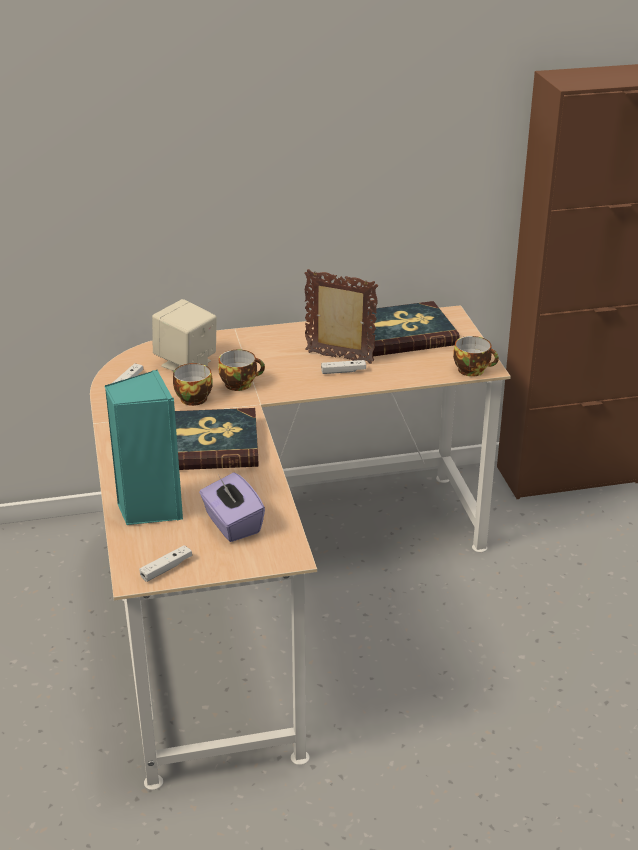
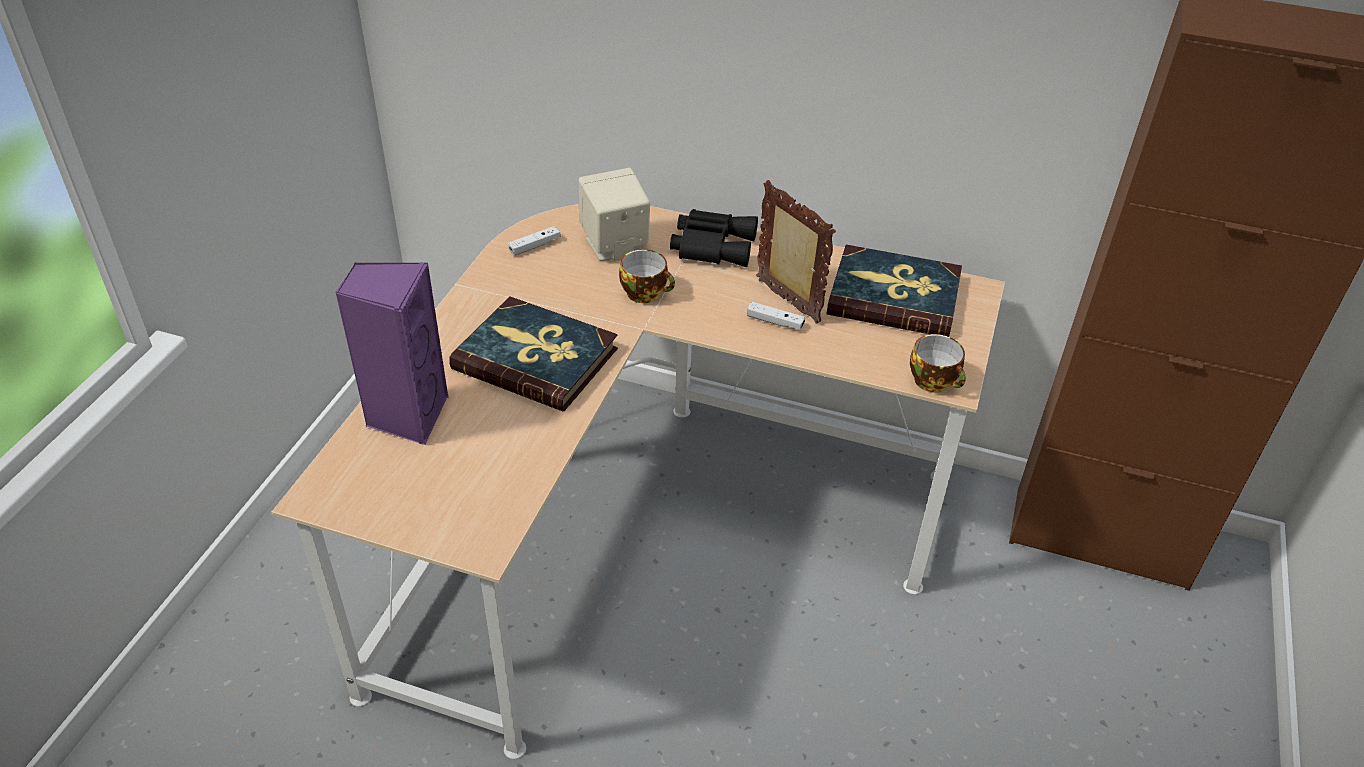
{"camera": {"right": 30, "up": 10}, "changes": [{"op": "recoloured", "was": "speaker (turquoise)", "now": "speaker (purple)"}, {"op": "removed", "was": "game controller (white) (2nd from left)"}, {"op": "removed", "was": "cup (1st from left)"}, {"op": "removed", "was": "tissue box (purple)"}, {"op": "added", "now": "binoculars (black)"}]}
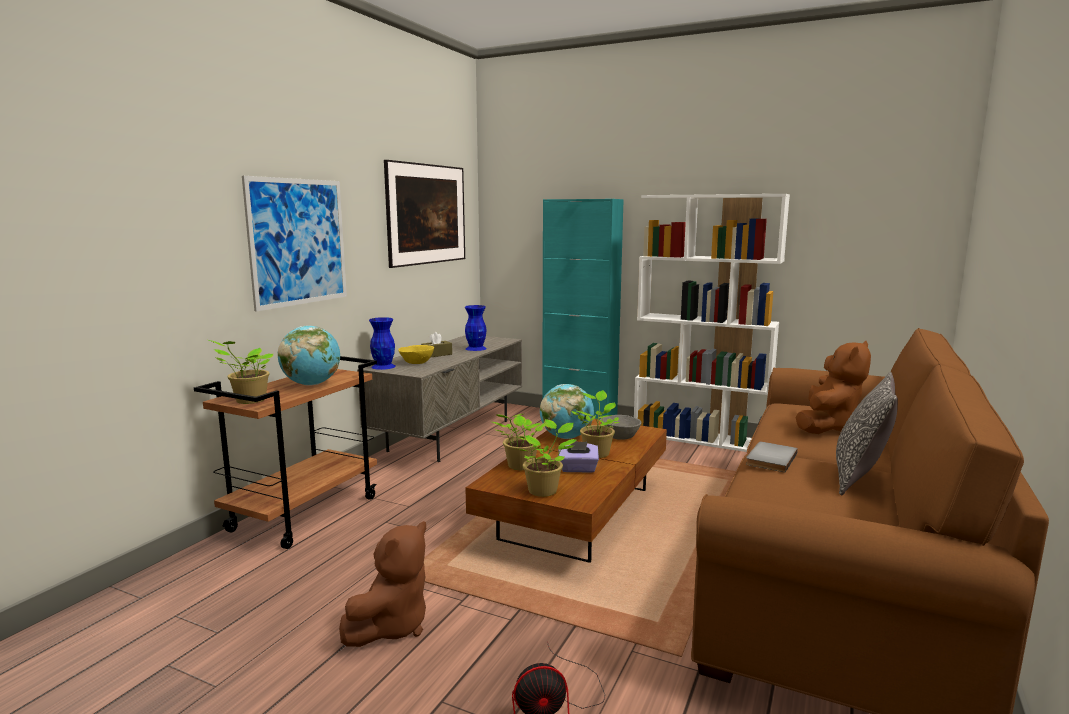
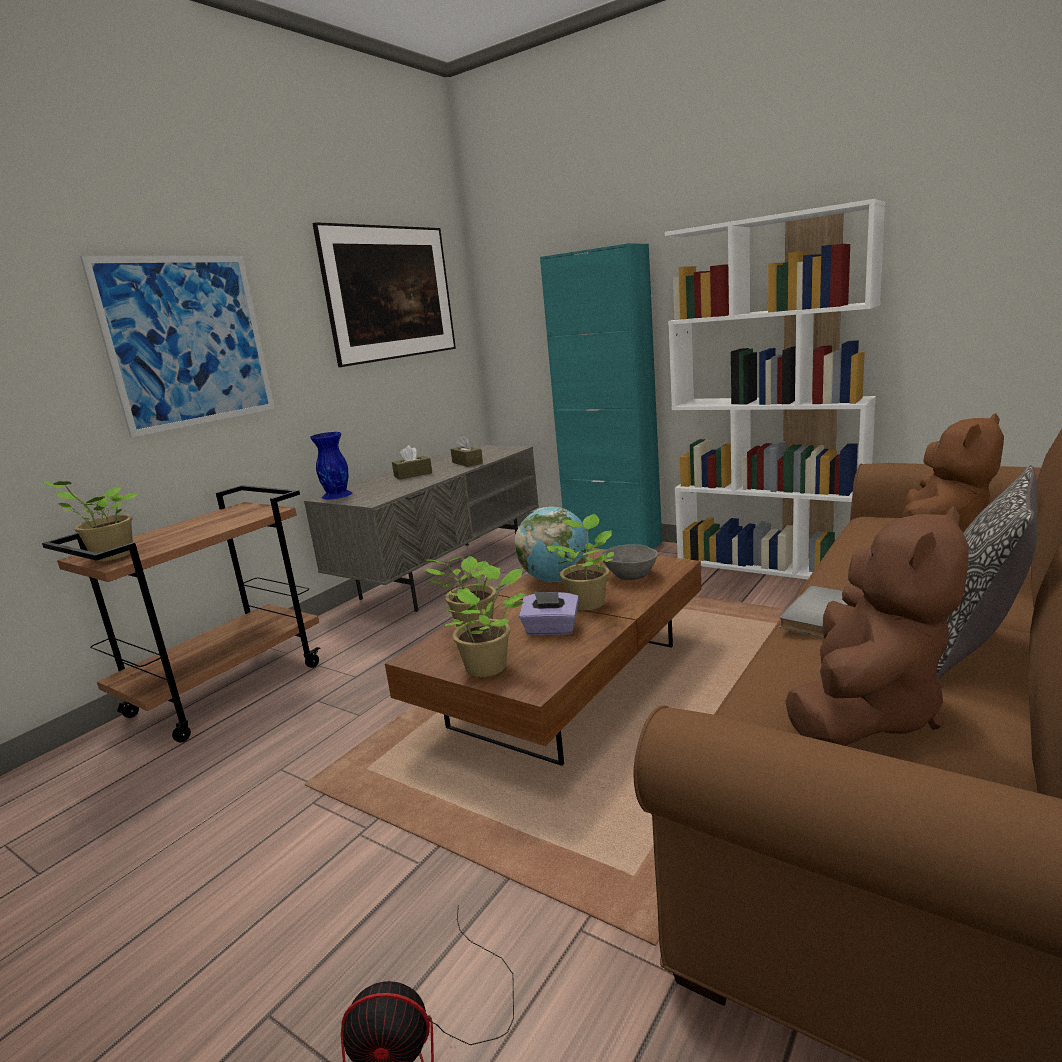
{"camera": {"right": 10, "up": 5}, "changes": [{"op": "removed", "was": "globe (1st from left)"}, {"op": "moved", "was": "plush toy (brown) (1st from left)"}, {"op": "removed", "was": "bowl (yellow)"}, {"op": "replaced", "was": "vase (blue) (2nd from left)", "now": "tissue box (brown) (2nd from left)"}]}
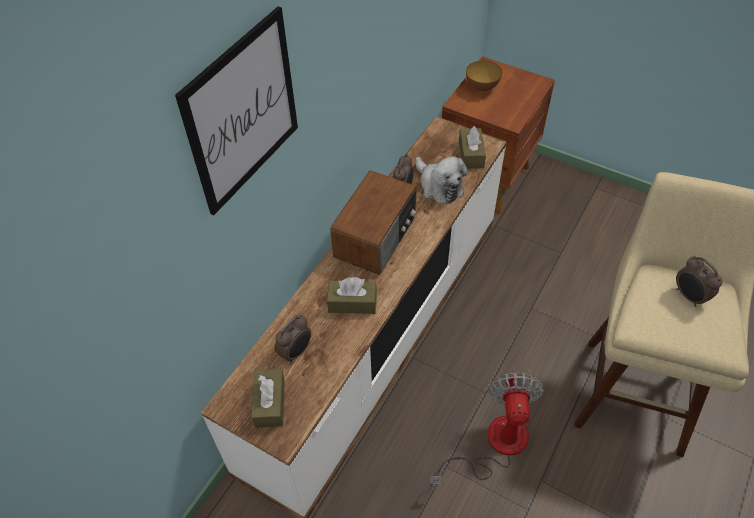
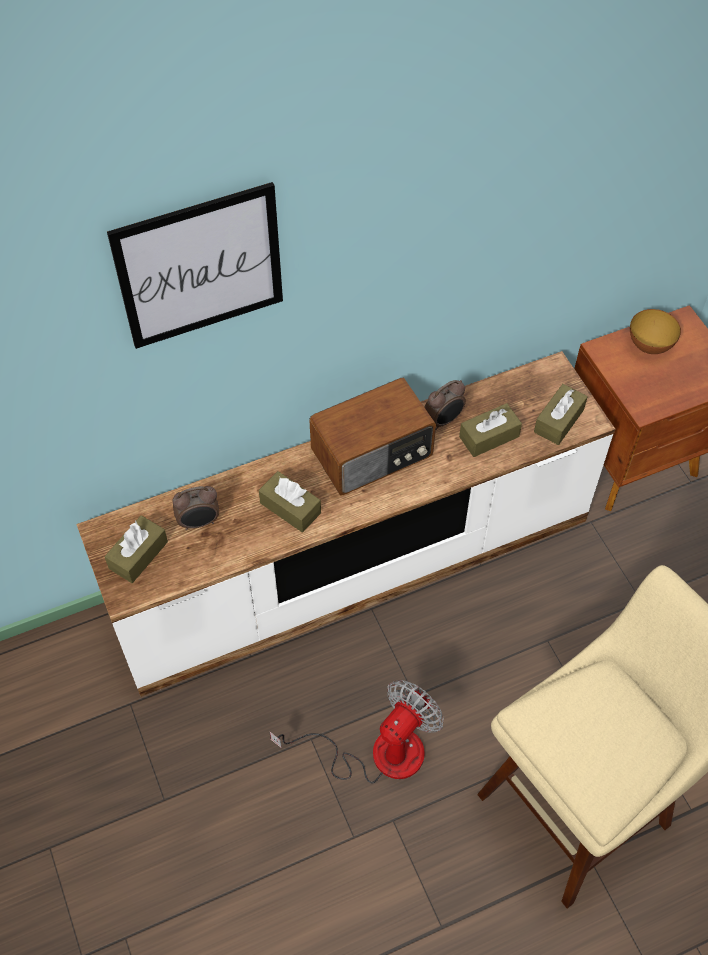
{"camera": {"right": 35, "up": 5}, "changes": [{"op": "replaced", "was": "plush toy", "now": "tissue box (brown) (3rd from left)"}, {"op": "removed", "was": "alarm clock (3rd from left)"}]}
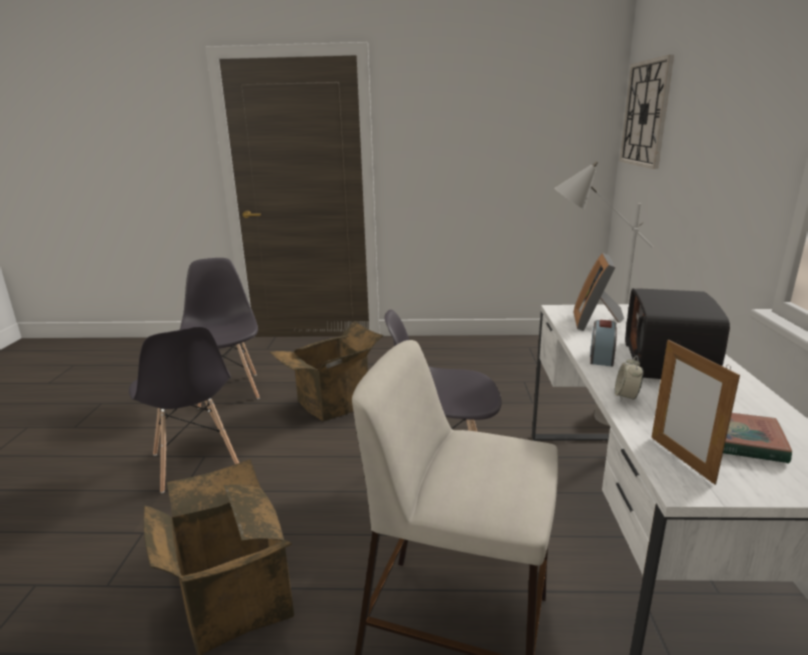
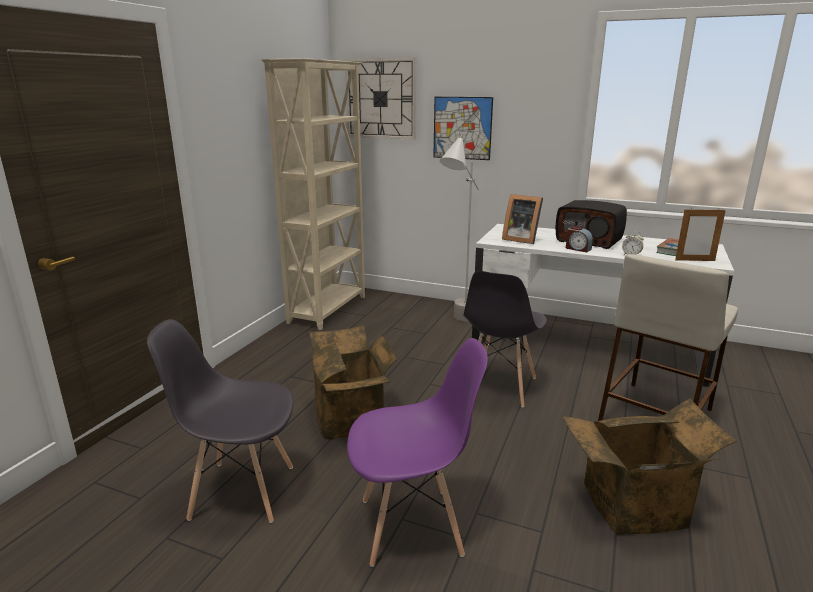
{"camera": {"right": -70, "up": 0}, "changes": [{"op": "recoloured", "was": "chair (grey) (1st from left)", "now": "chair (purple)"}, {"op": "added", "now": "bookcase (beige)"}, {"op": "added", "now": "picture"}]}
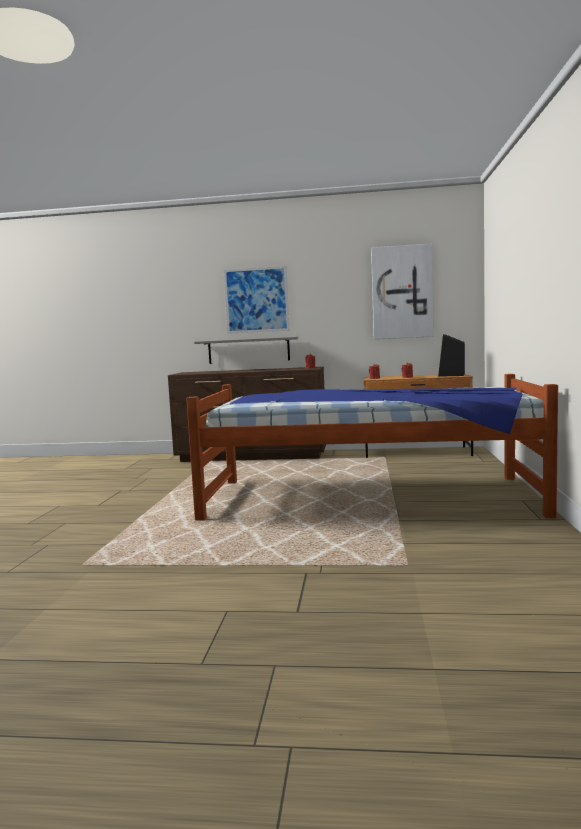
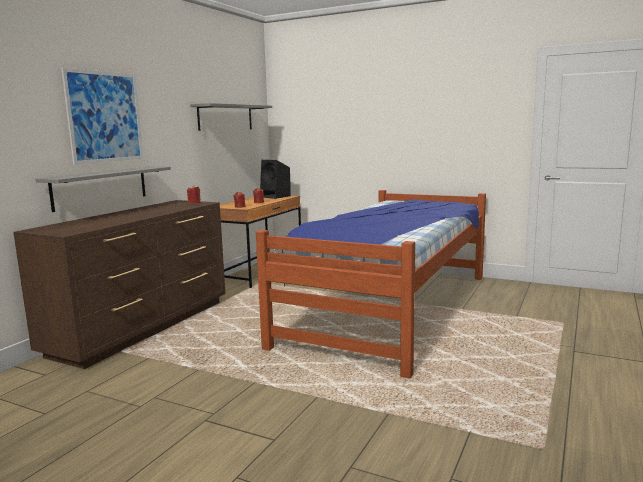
{"camera": {"right": -70, "up": 5}, "changes": [{"op": "replaced", "was": "picture (2nd from left)", "now": "shelf (grey) (2nd from left)"}]}
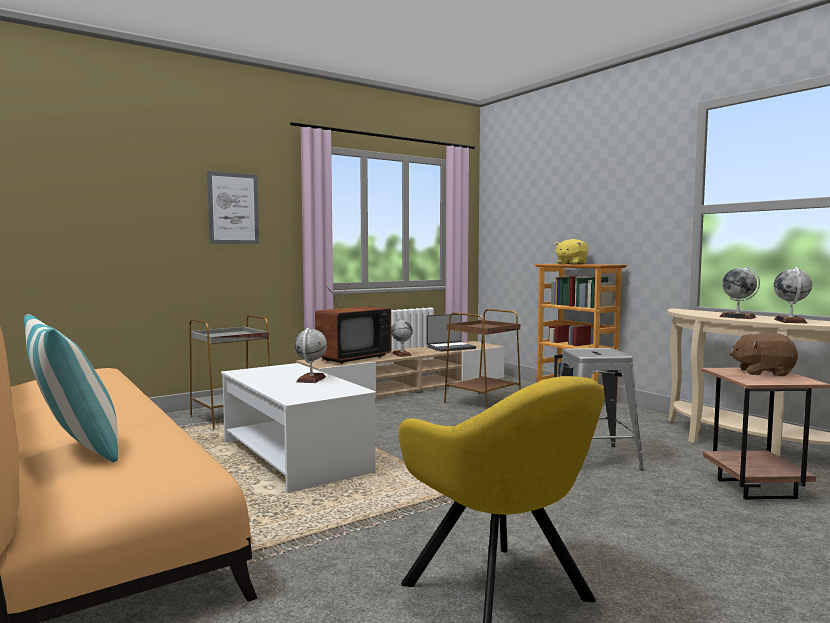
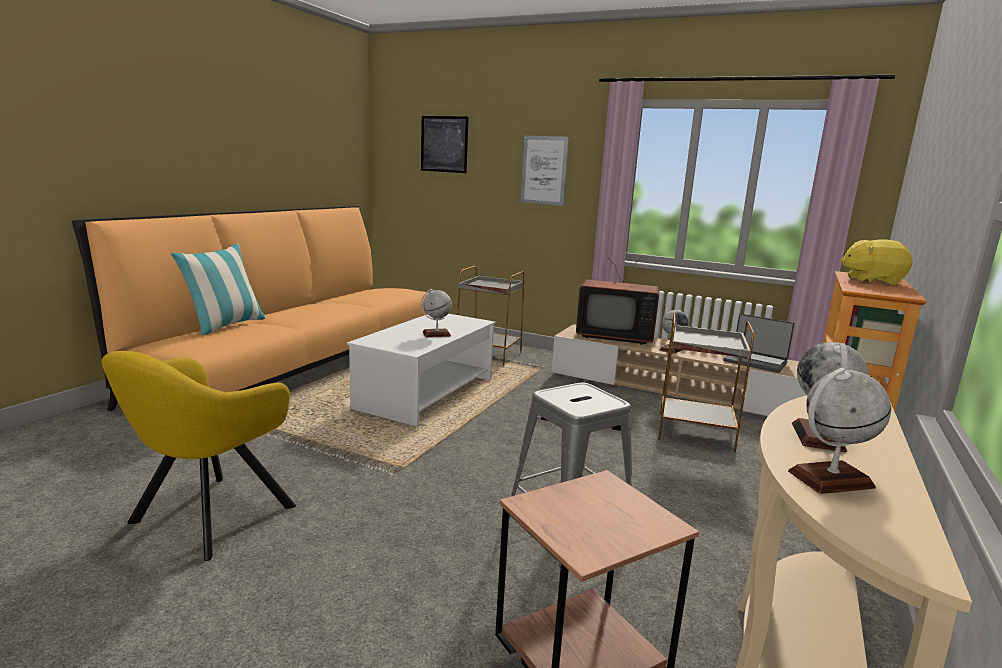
{"camera": {"right": 60, "up": 10}, "changes": [{"op": "recoloured", "was": "side table (brown) (1st from left)", "now": "side table (grey) (2nd from left)"}, {"op": "removed", "was": "plush toy (brown)"}, {"op": "added", "now": "picture (1st from left)"}]}
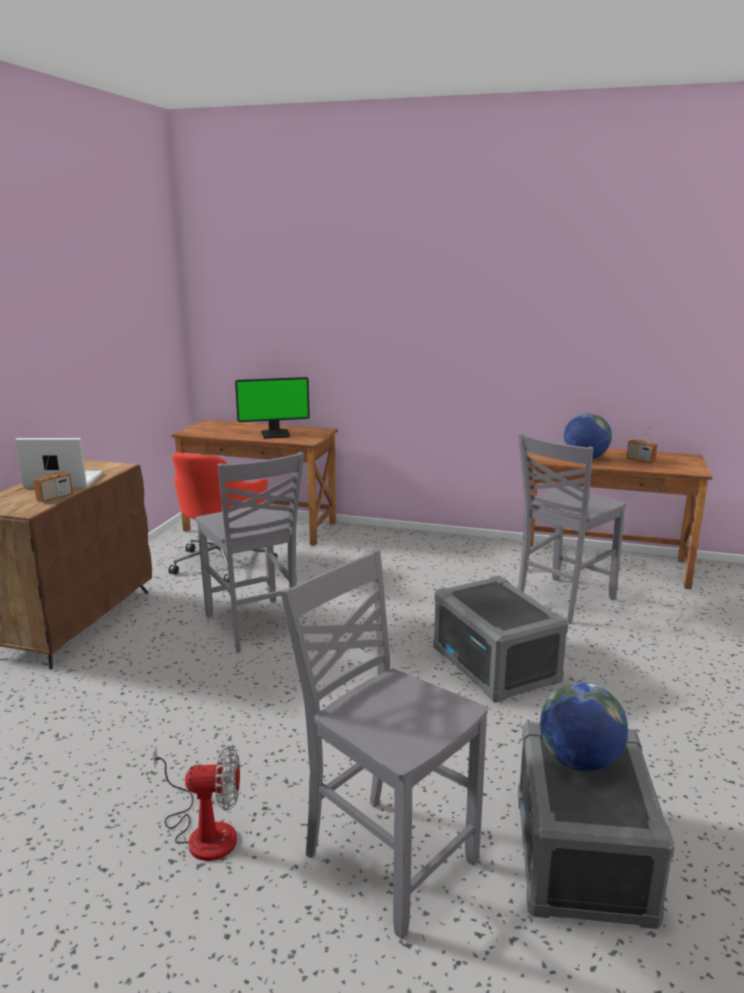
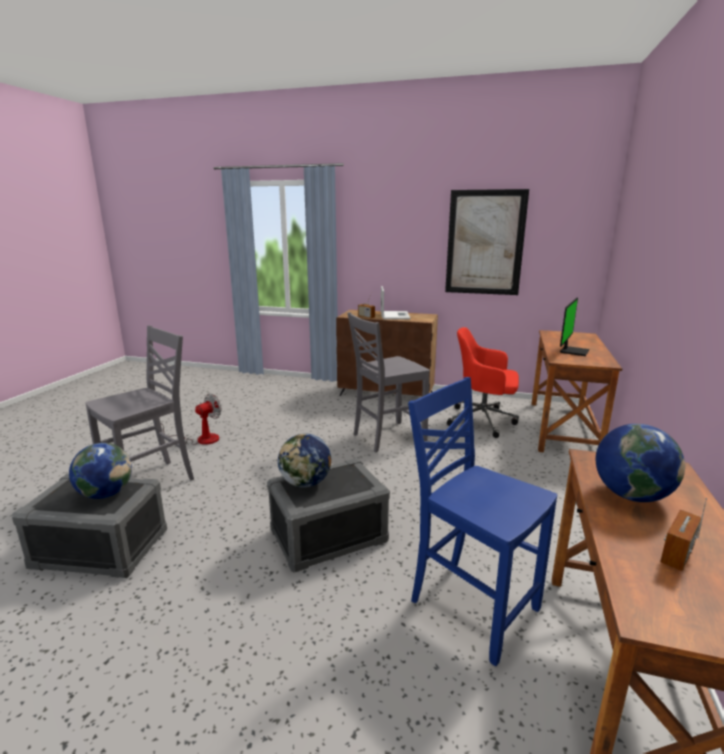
{"camera": {"right": 90, "up": 0}, "changes": [{"op": "turned", "was": "fan", "clockwise": -135}, {"op": "turned", "was": "monitor", "clockwise": -135}, {"op": "recoloured", "was": "chair (grey) (3rd from left)", "now": "chair (blue)"}, {"op": "added", "now": "globe (2nd from left)"}, {"op": "added", "now": "picture"}]}
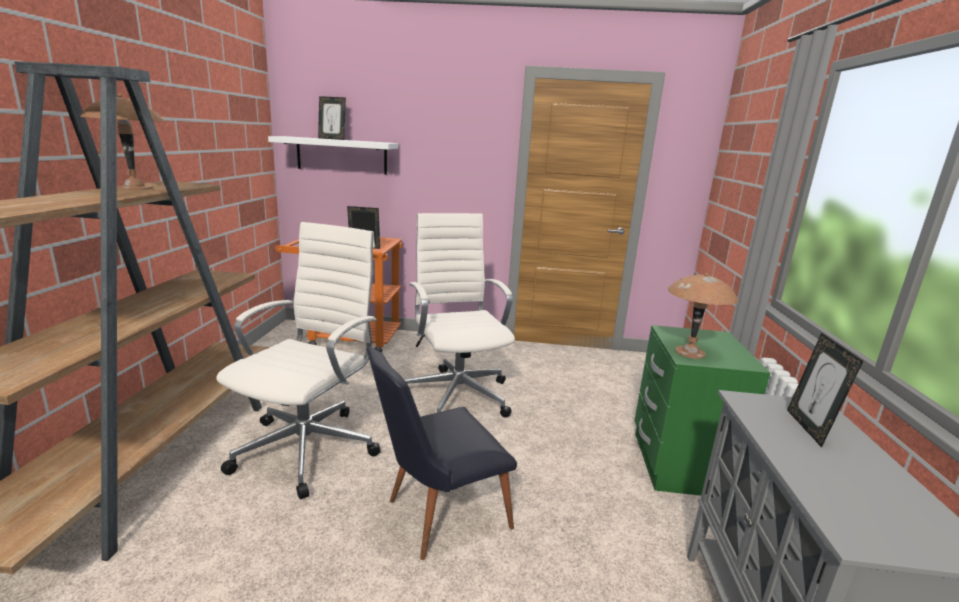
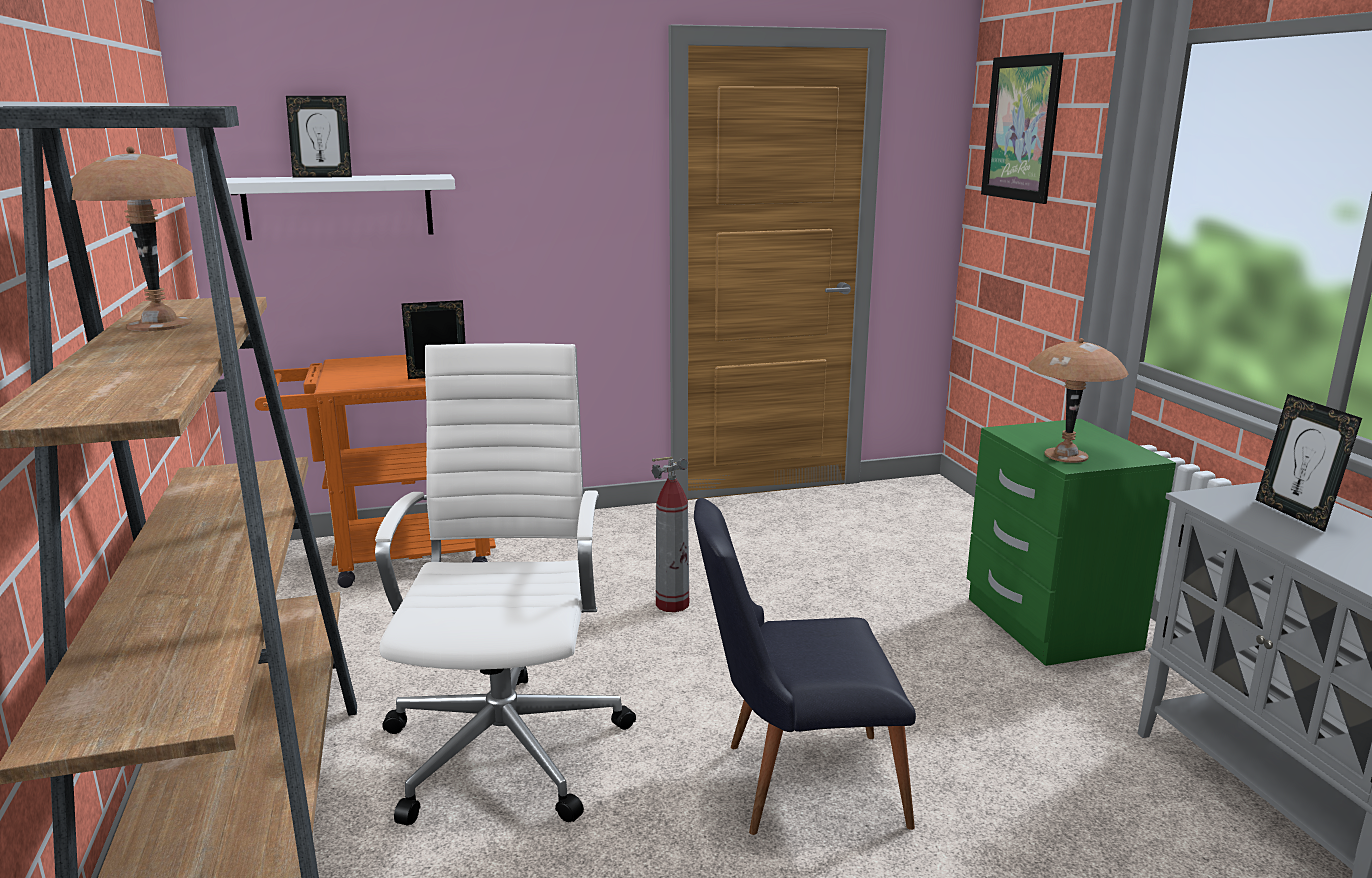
{"camera": {"right": -20, "up": 0}, "changes": [{"op": "turned", "was": "chair (black)", "clockwise": 45}, {"op": "replaced", "was": "office chair (white) (2nd from left)", "now": "fire extinguisher"}, {"op": "added", "now": "picture"}]}
